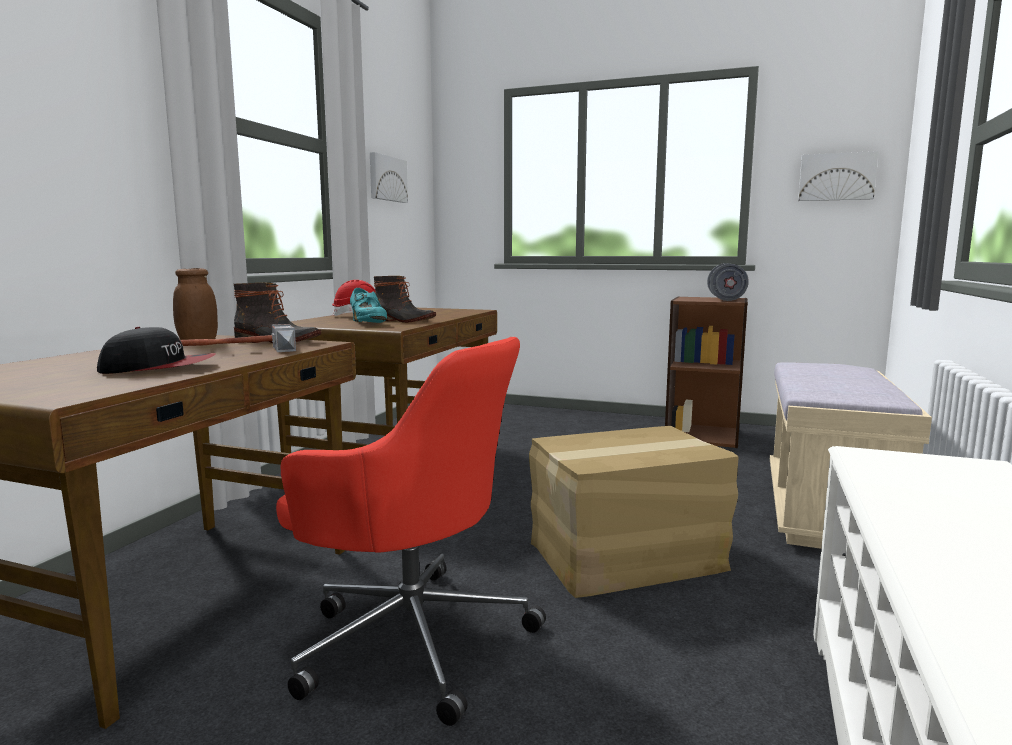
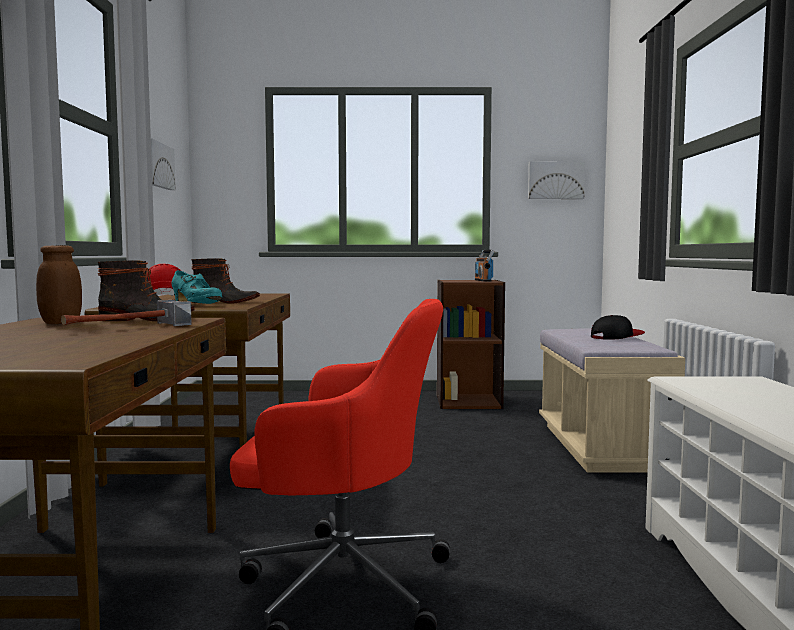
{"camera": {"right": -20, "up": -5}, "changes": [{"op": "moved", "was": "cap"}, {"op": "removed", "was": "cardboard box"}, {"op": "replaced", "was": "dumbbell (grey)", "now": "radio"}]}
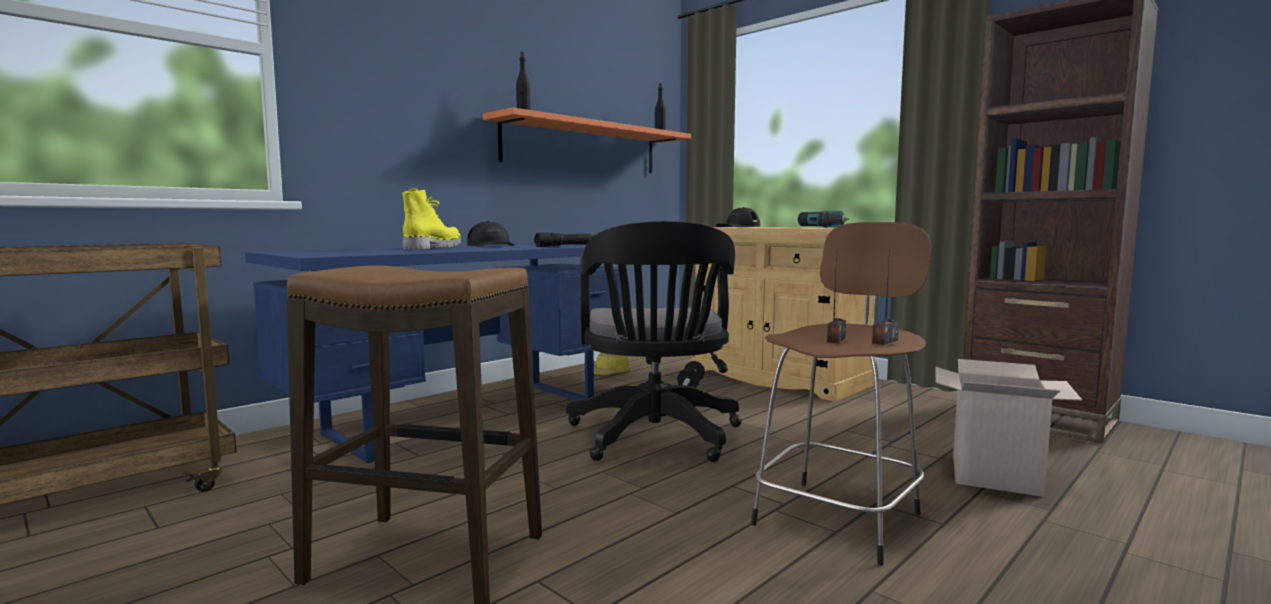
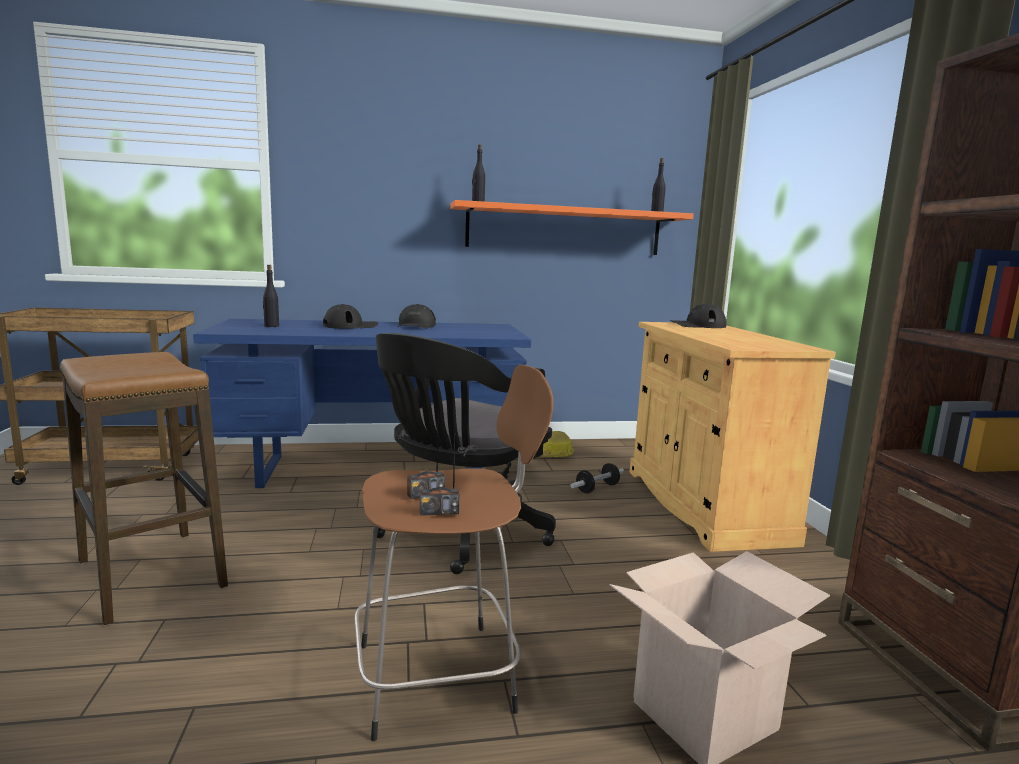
{"camera": {"right": 35, "up": 5}, "changes": [{"op": "replaced", "was": "boot (yellow)", "now": "cap (black) (1st from left)"}, {"op": "removed", "was": "flashlight (black)"}, {"op": "removed", "was": "power drill"}, {"op": "added", "now": "bottle (black) (1st from left)"}]}
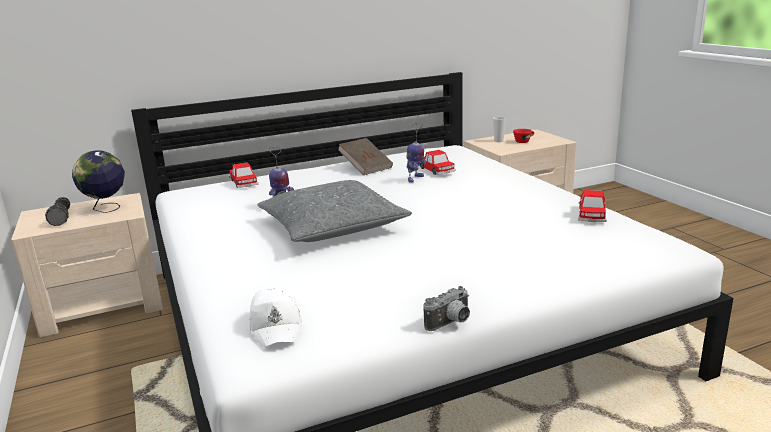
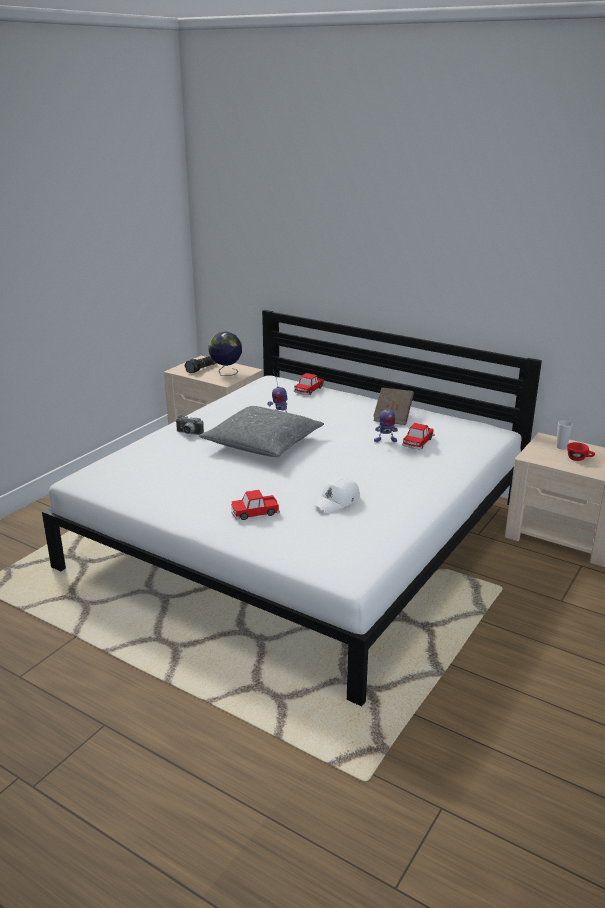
{"camera": {"right": 55, "up": 5}, "changes": [{"op": "moved", "was": "cap (white)"}, {"op": "moved", "was": "photo camera"}, {"op": "moved", "was": "toy car (3rd from left in the first image)", "now": "toy car (1st from left)"}]}
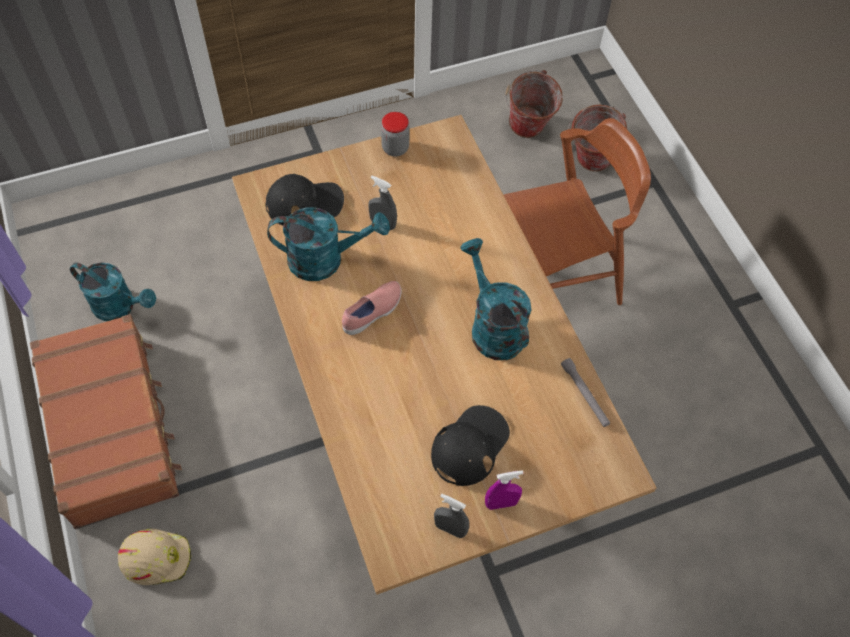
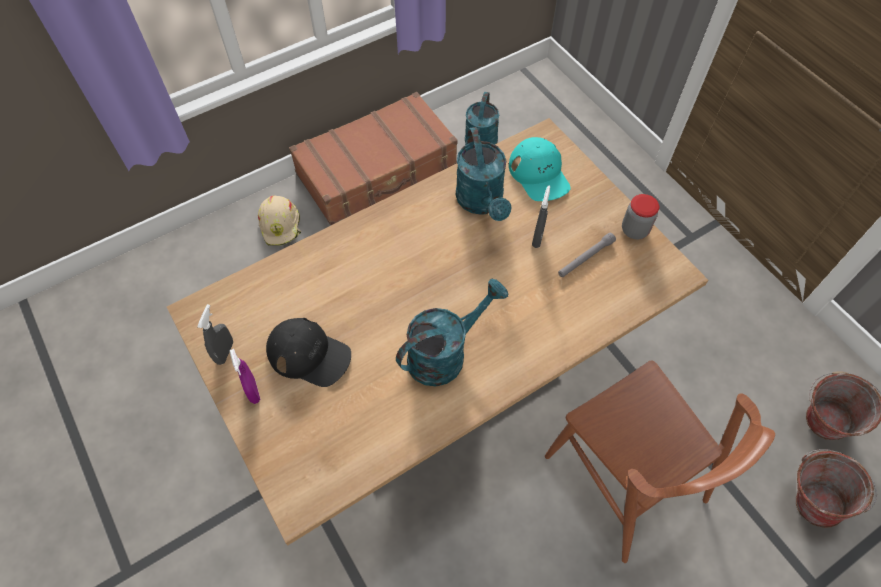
{"camera": {"right": 80, "up": 0}, "changes": [{"op": "recoloured", "was": "cap (black) (1st from left)", "now": "cap (turquoise)"}, {"op": "removed", "was": "shoe (pink)"}, {"op": "moved", "was": "flashlight (grey)"}]}
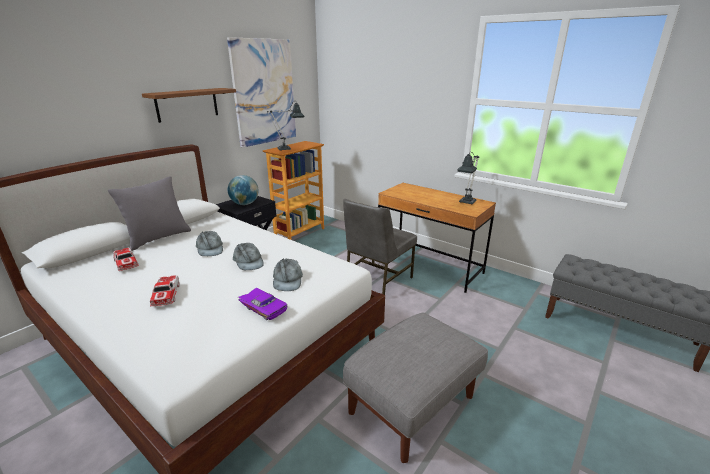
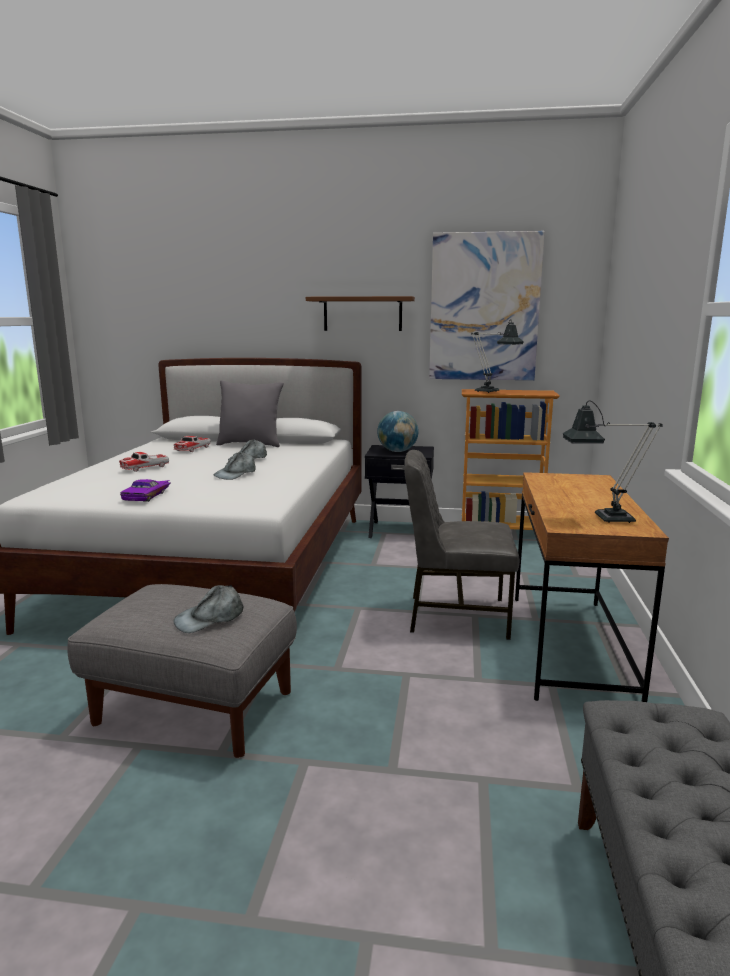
{"camera": {"right": 60, "up": -10}, "changes": [{"op": "moved", "was": "cap (grey) (3rd from left in the first image)", "now": "cap (grey) (1st from left)"}]}
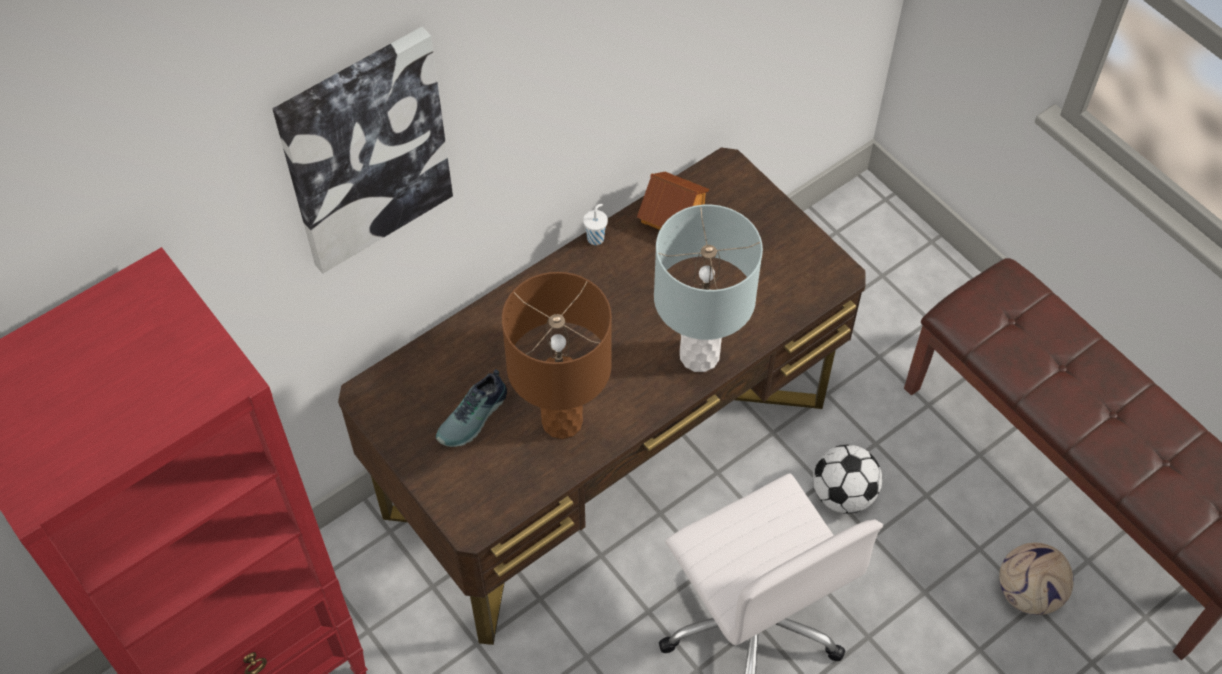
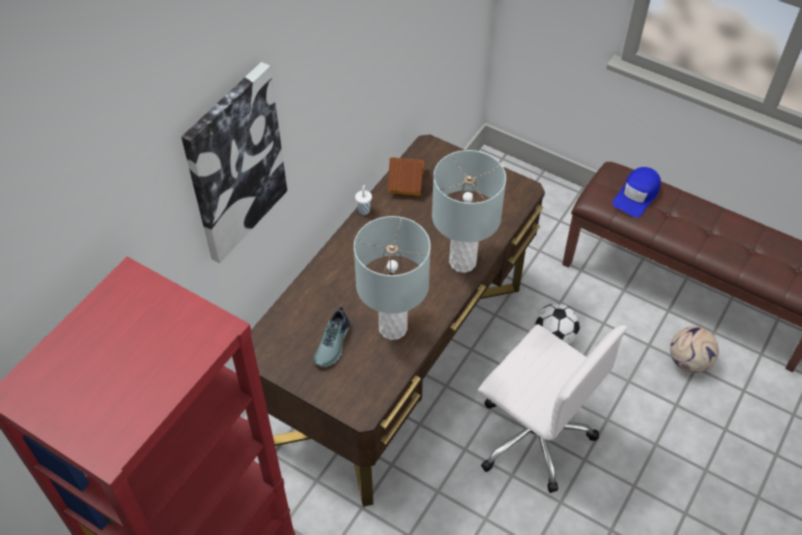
{"camera": {"right": -20, "up": -5}, "changes": [{"op": "recoloured", "was": "table lamp (brown)", "now": "table lamp (grey) (1st from left)"}, {"op": "added", "now": "cap (blue)"}]}
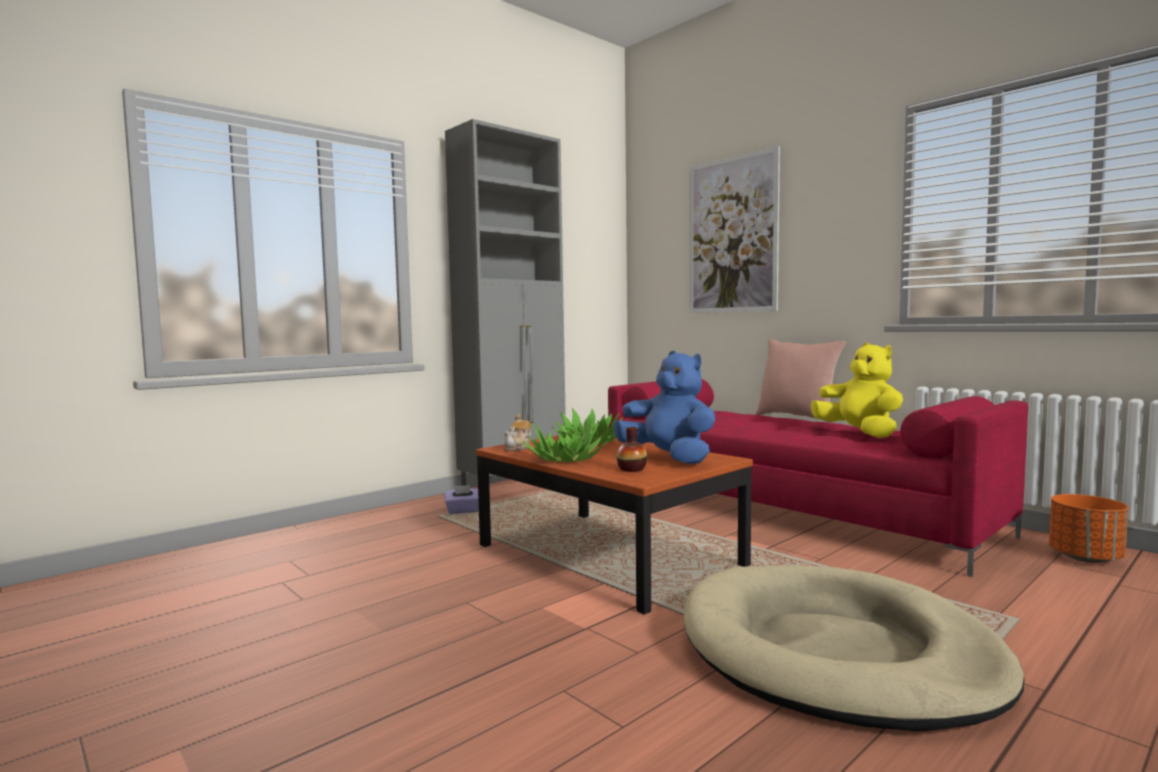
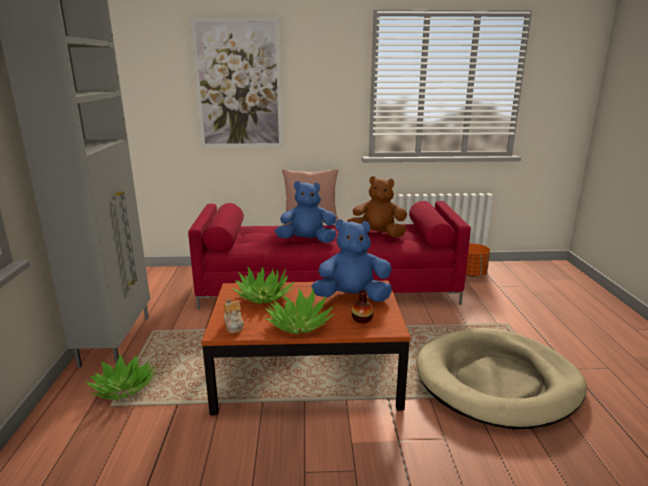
{"camera": {"right": -50, "up": 15}, "changes": [{"op": "replaced", "was": "tissue box (purple)", "now": "potted plant (1st from left)"}, {"op": "recoloured", "was": "plush toy (yellow)", "now": "plush toy (brown)"}, {"op": "added", "now": "plush toy (blue) (1st from left)"}]}
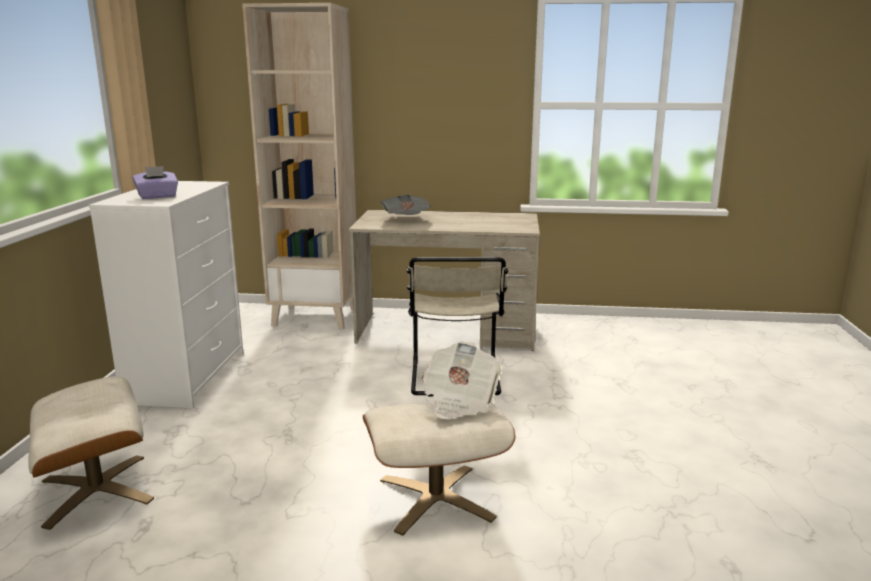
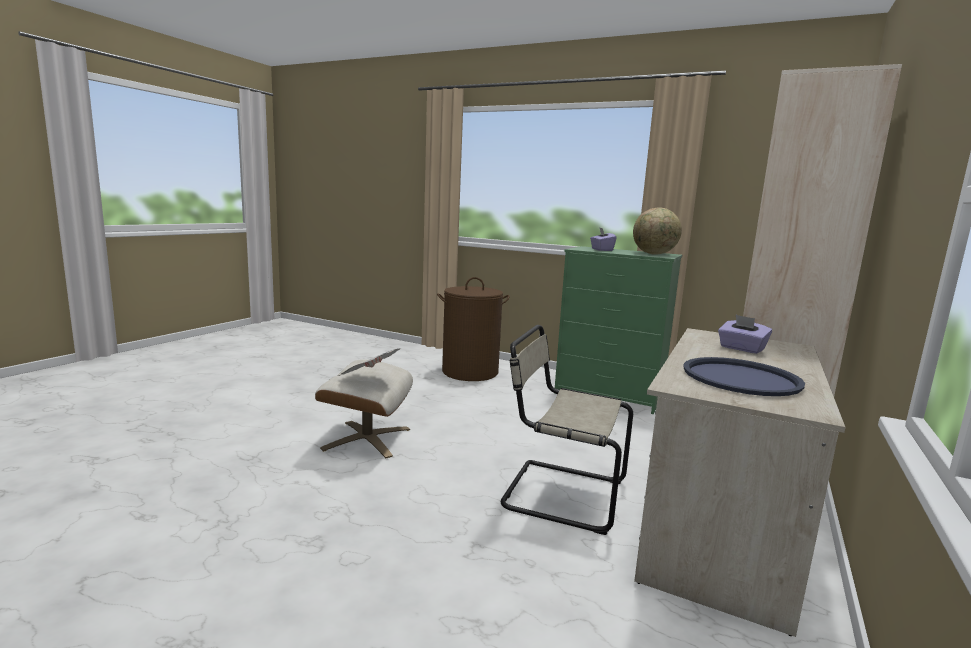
{"camera": {"right": 110, "up": -5}, "changes": [{"op": "replaced", "was": "ottoman (beige) (1st from left)", "now": "laundry basket (brown)"}, {"op": "recoloured", "was": "dresser (white)", "now": "dresser (green)"}, {"op": "replaced", "was": "newspaper (1st from left)", "now": "tissue box (purple) (2nd from left)"}, {"op": "added", "now": "globe"}, {"op": "added", "now": "tray (blue)"}]}
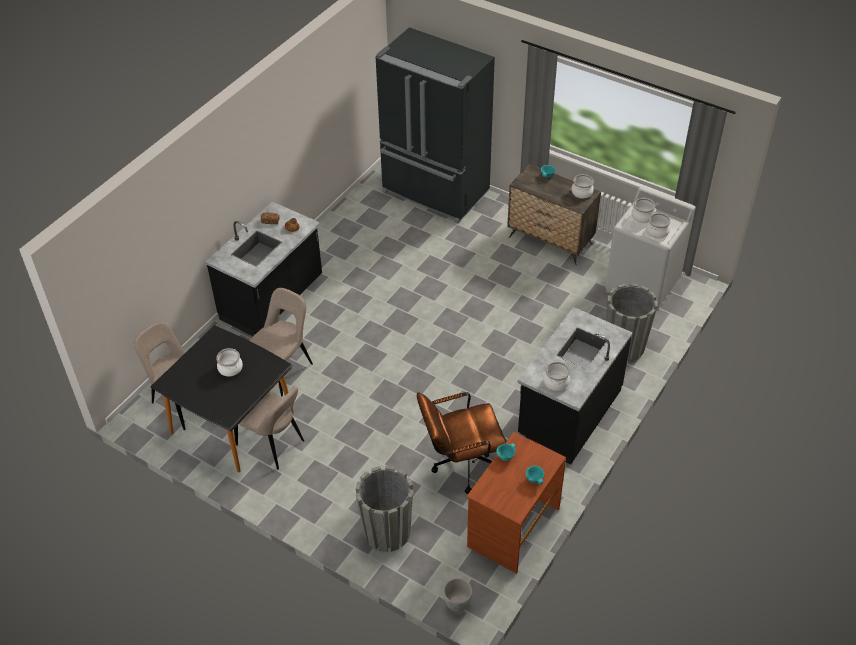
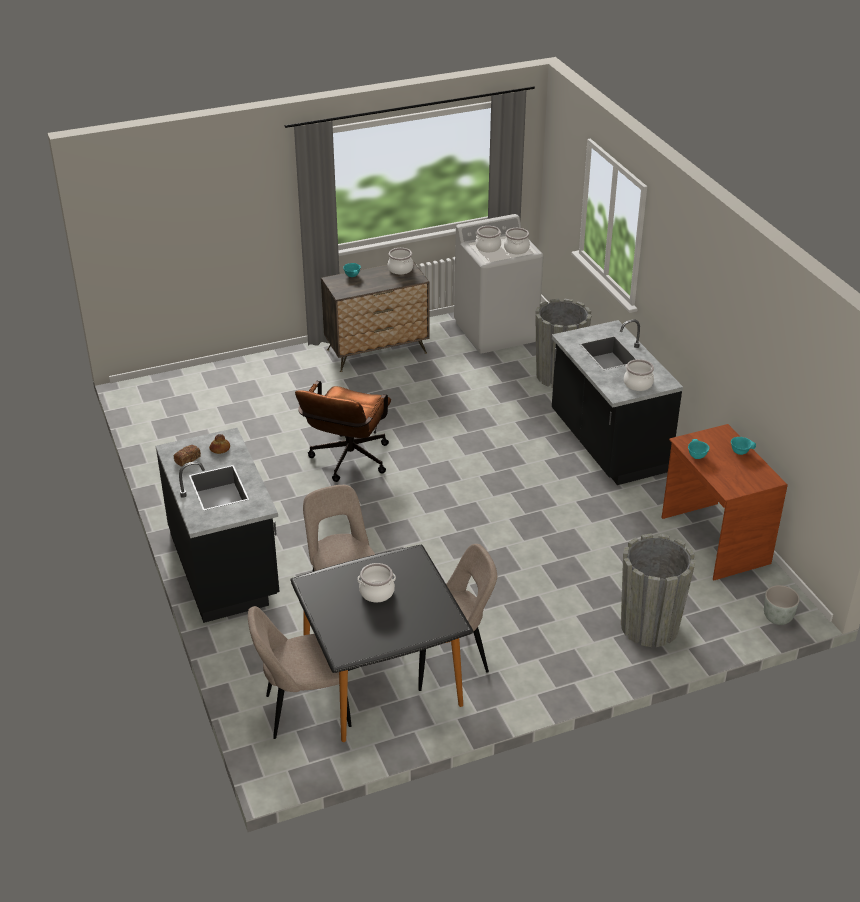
{"camera": {"right": -55, "up": -10}, "changes": [{"op": "removed", "was": "fridge (black)"}, {"op": "moved", "was": "office chair (brown)"}]}
